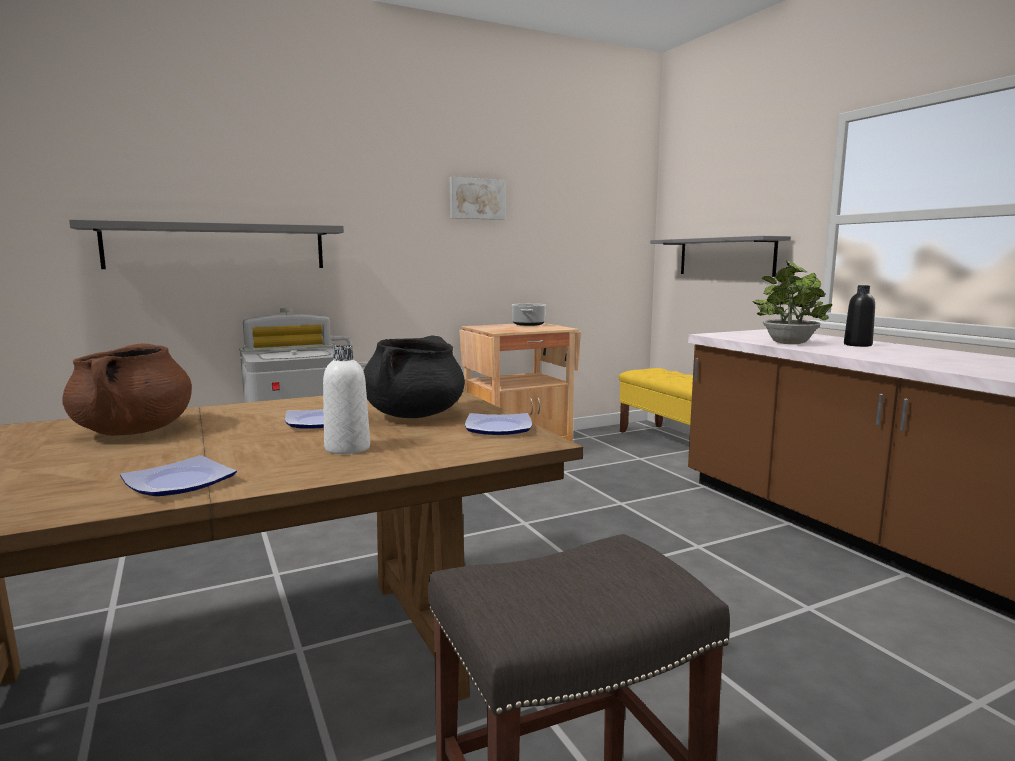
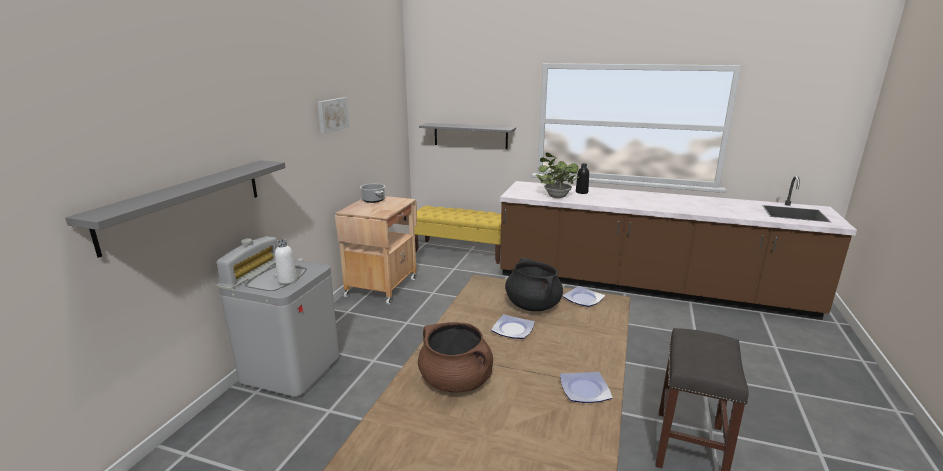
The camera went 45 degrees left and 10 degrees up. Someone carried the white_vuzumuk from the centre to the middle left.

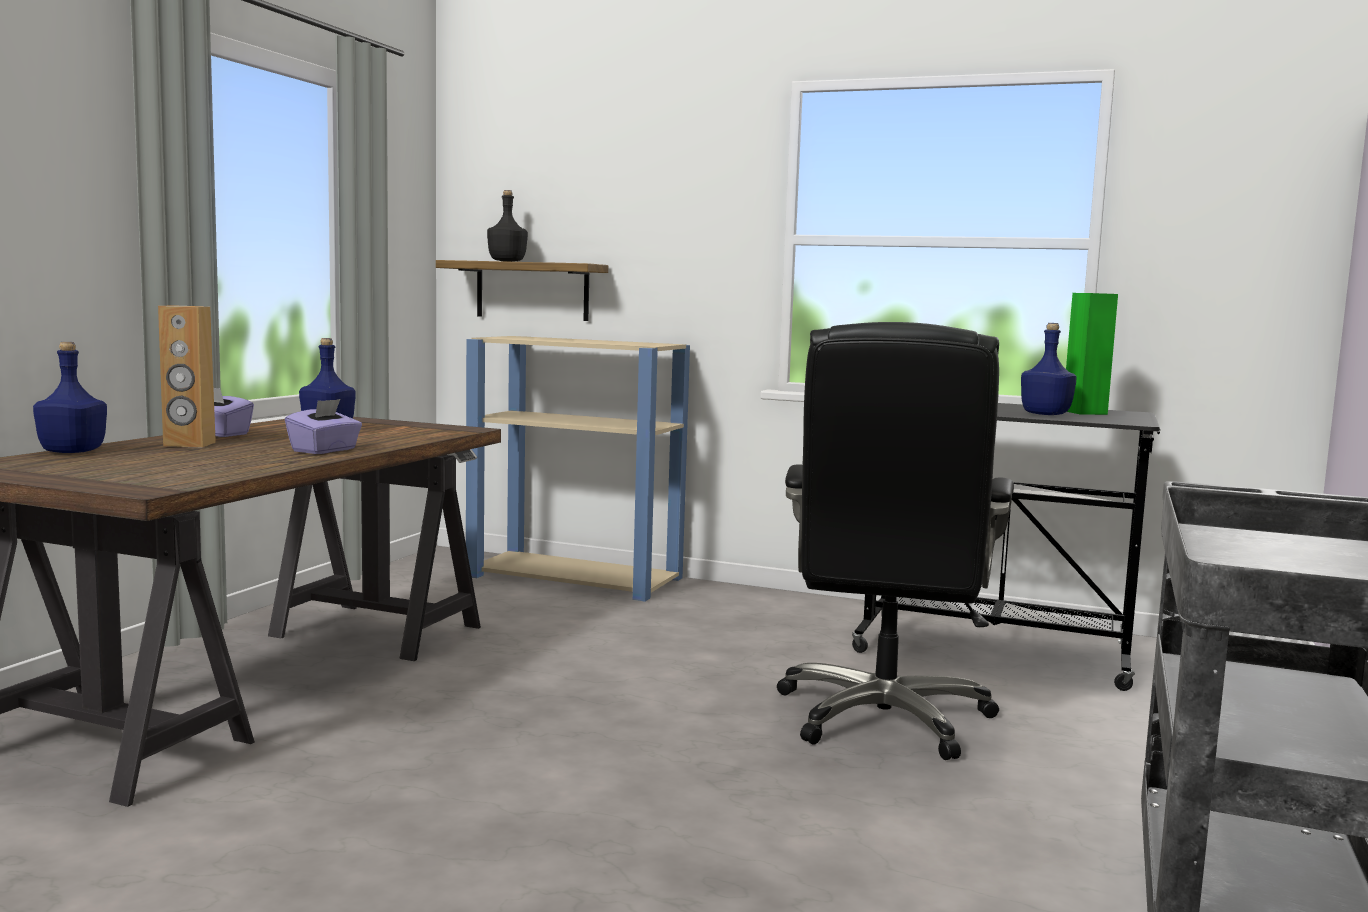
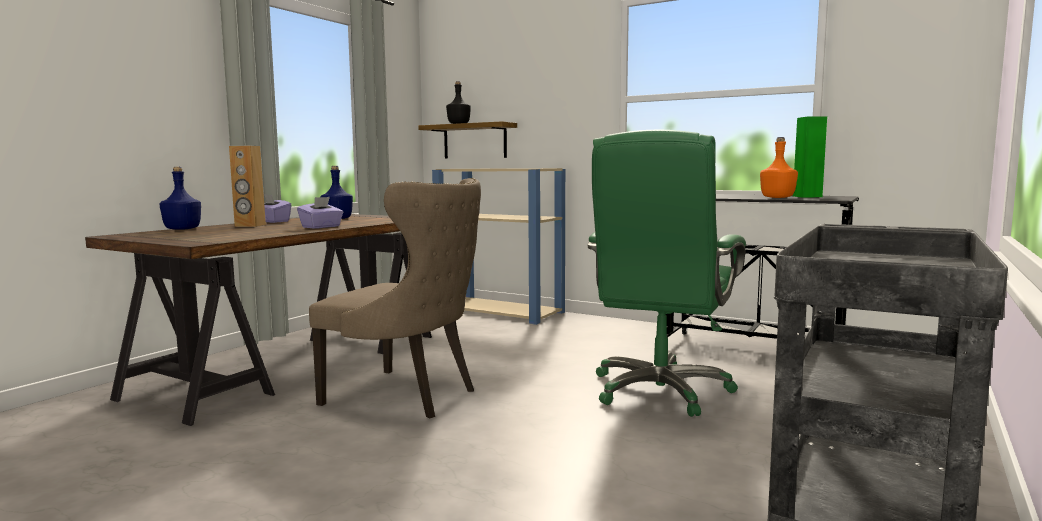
The camera went 10 degrees right and 0 degrees up. Someone repainted the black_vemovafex at the centre, which became the green_vemovafex at the centre. Someone repainted the blue_vuzumuk (3rd from left) at the middle right, which became the orange_vuzumuk at the top right. Someone put down the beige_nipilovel at the centre.

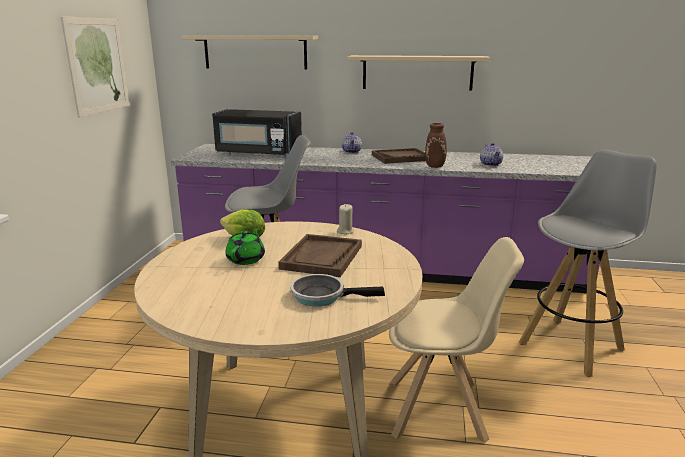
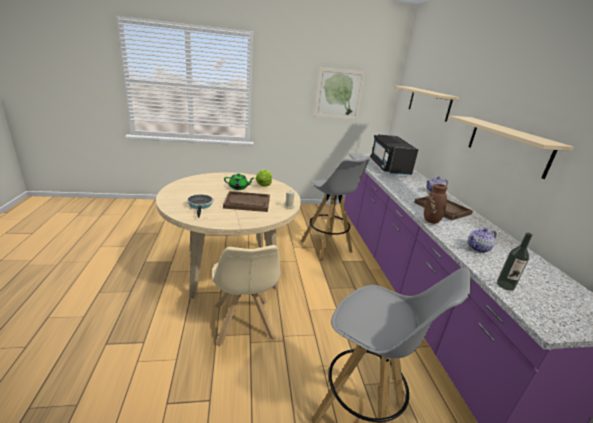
The camera went 70 degrees right and 5 degrees up. Someone put down the vuzumuk at the middle right.

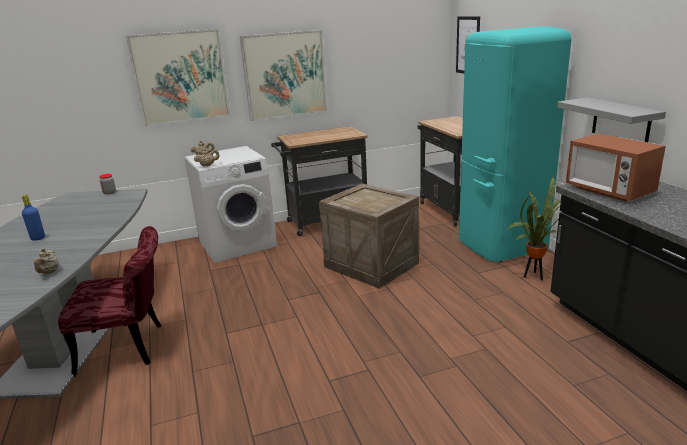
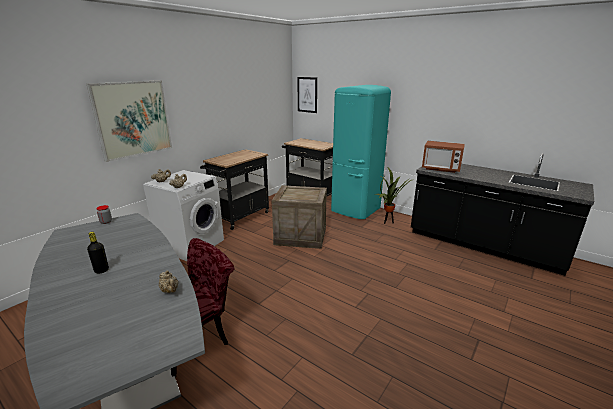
The camera went 35 degrees left and 0 degrees up. Someone took away the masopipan (2nd from left) at the top centre. Someone took away the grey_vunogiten at the top right. Someone repainted the blue_vuzumuk at the middle left, which became the black_vuzumuk at the middle left.

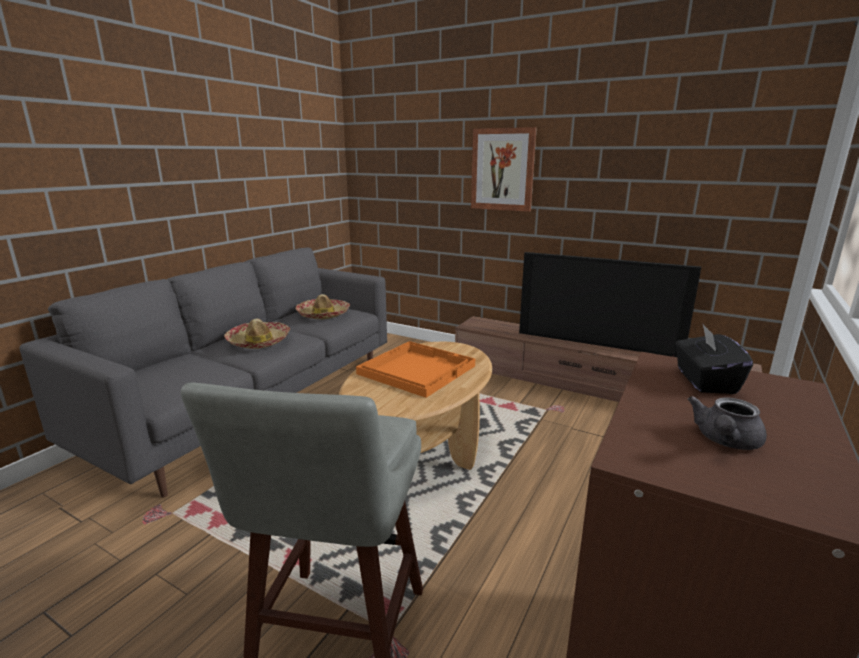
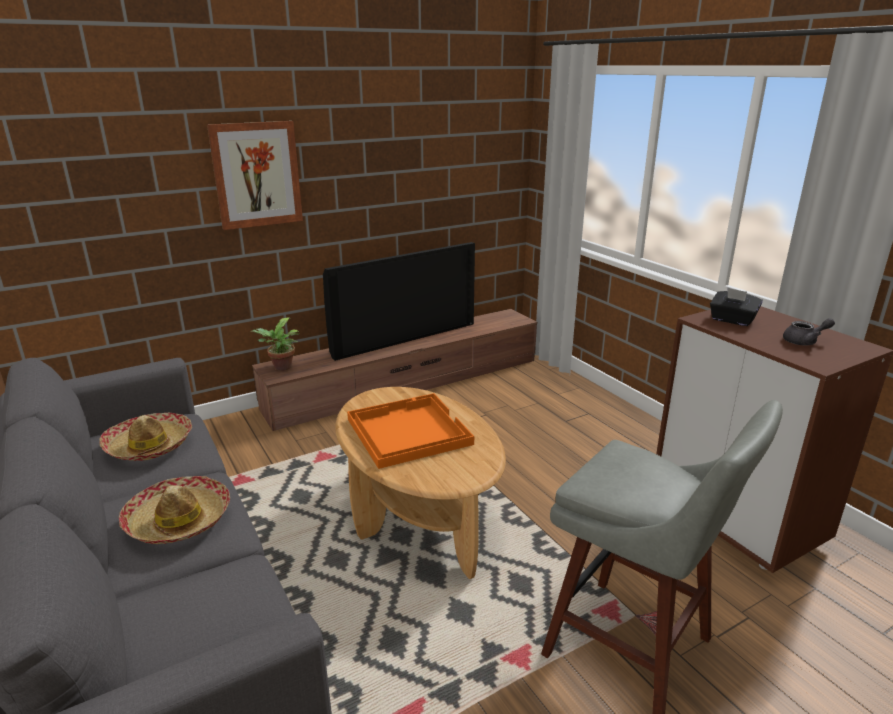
The camera went 60 degrees left and 5 degrees up. Someone rotated the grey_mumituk at the middle right by 75 degrees counterclockwise. Someone put down the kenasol at the middle left.

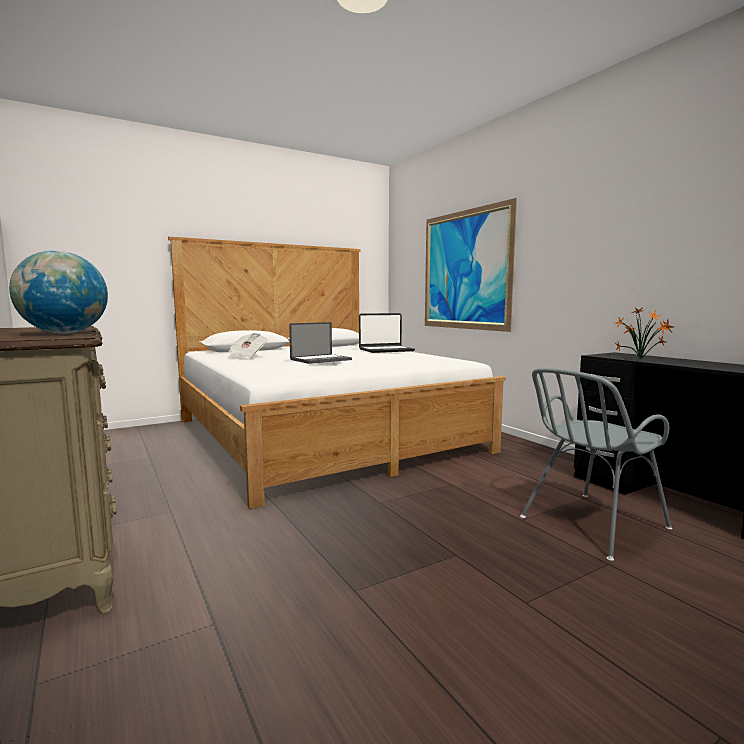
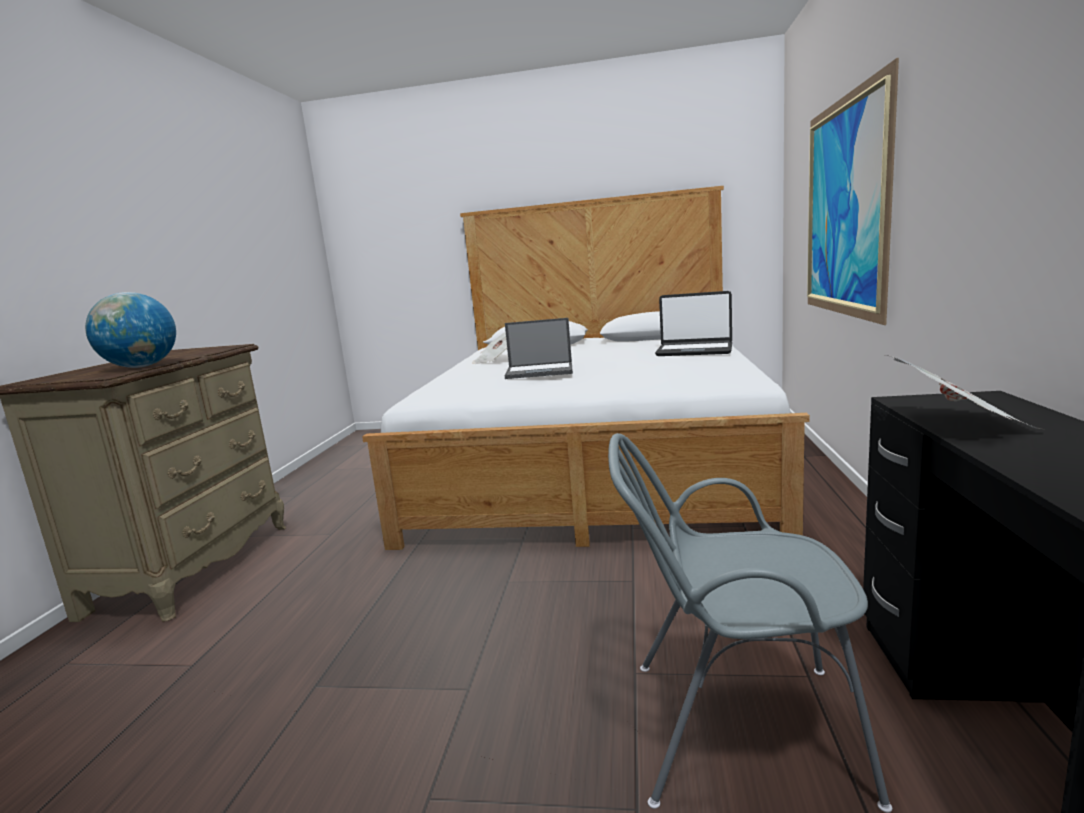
The camera went 40 degrees right and 5 degrees up. Someone swapped the kenasol at the middle right for the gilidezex (2nd from left) at the middle right.

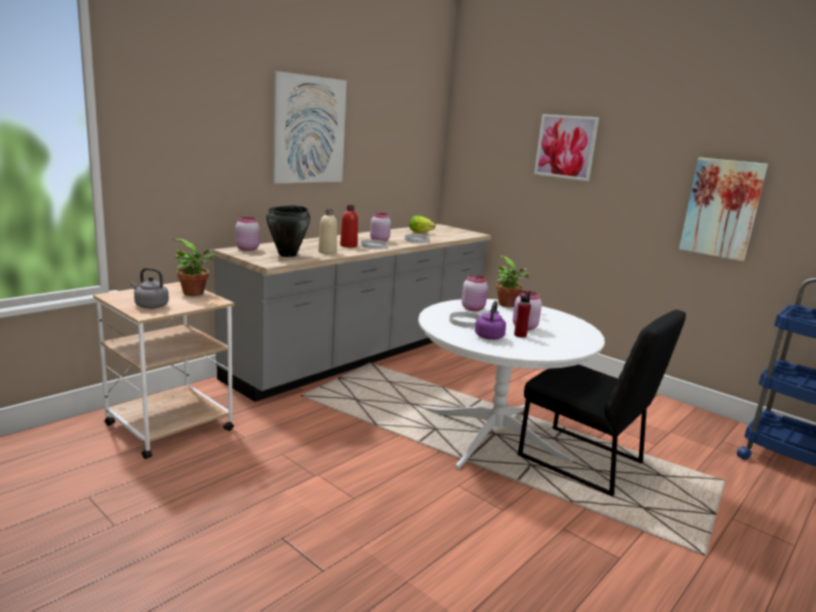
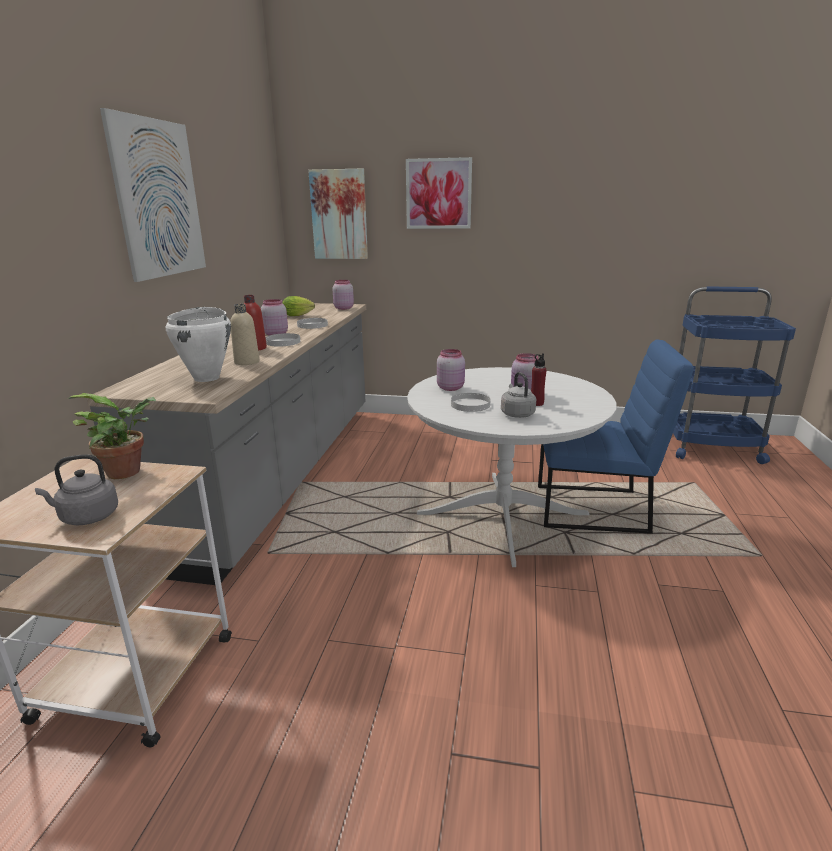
The camera went 30 degrees left and 5 degrees up. Someone carried the masopipan (3rd from left in the first image) from the middle right to the top centre. Someone repainted the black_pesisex at the centre, which became the white_pesisex at the middle left. Someone carried the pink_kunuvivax (1st from left in the first image) from the middle left to the centre. Someone took away the kenasol (2nd from left) at the centre. Someone repainted the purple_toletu at the centre, which became the grey_toletu (2nd from left) at the centre. Someone repainted the black_nipilovel at the middle right, which became the blue_nipilovel at the middle right.

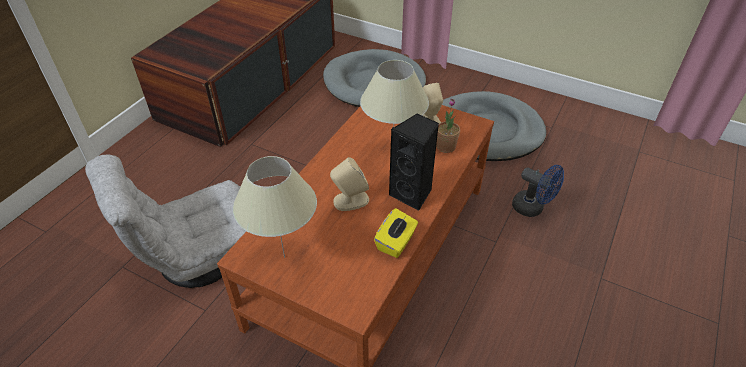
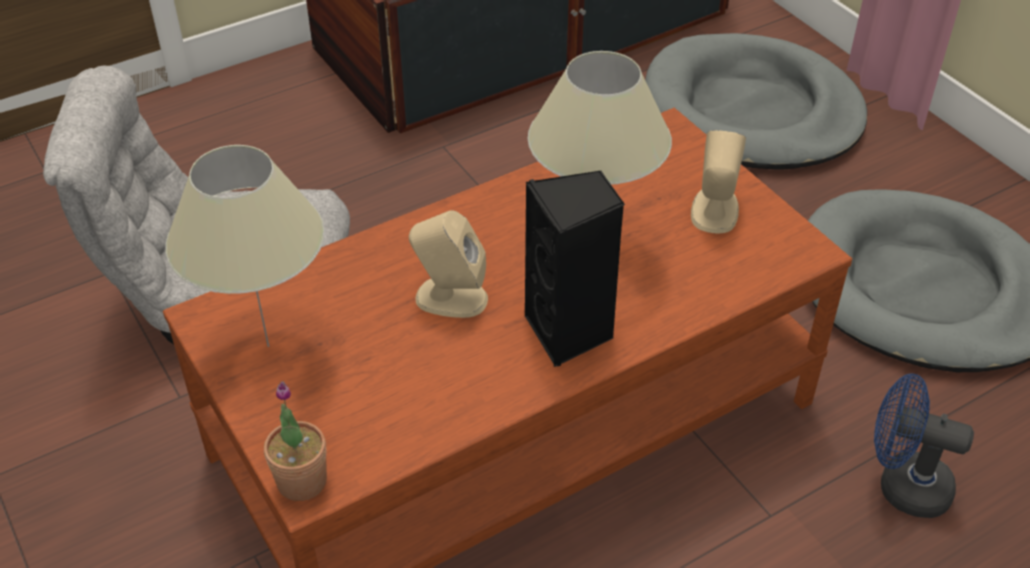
The camera went 30 degrees right and 0 degrees up. Someone carried the kenasol from the centre to the bottom left. Someone rotated the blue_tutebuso at the middle right by 135 degrees clockwise. Someone took away the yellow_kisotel at the centre.

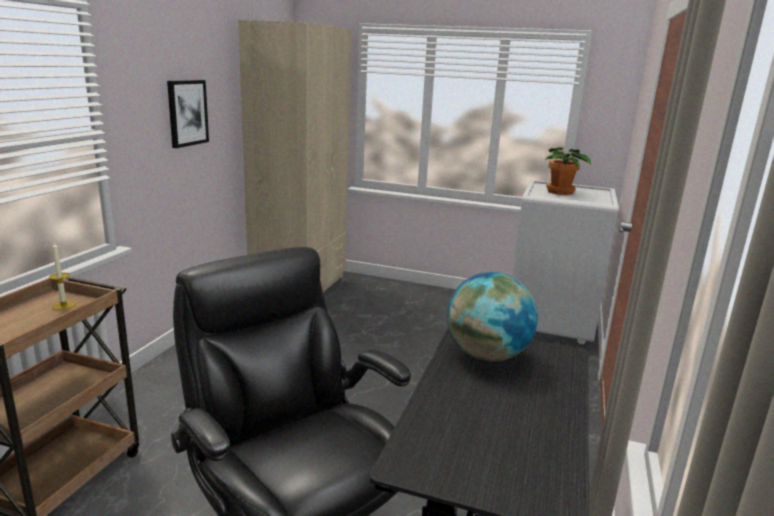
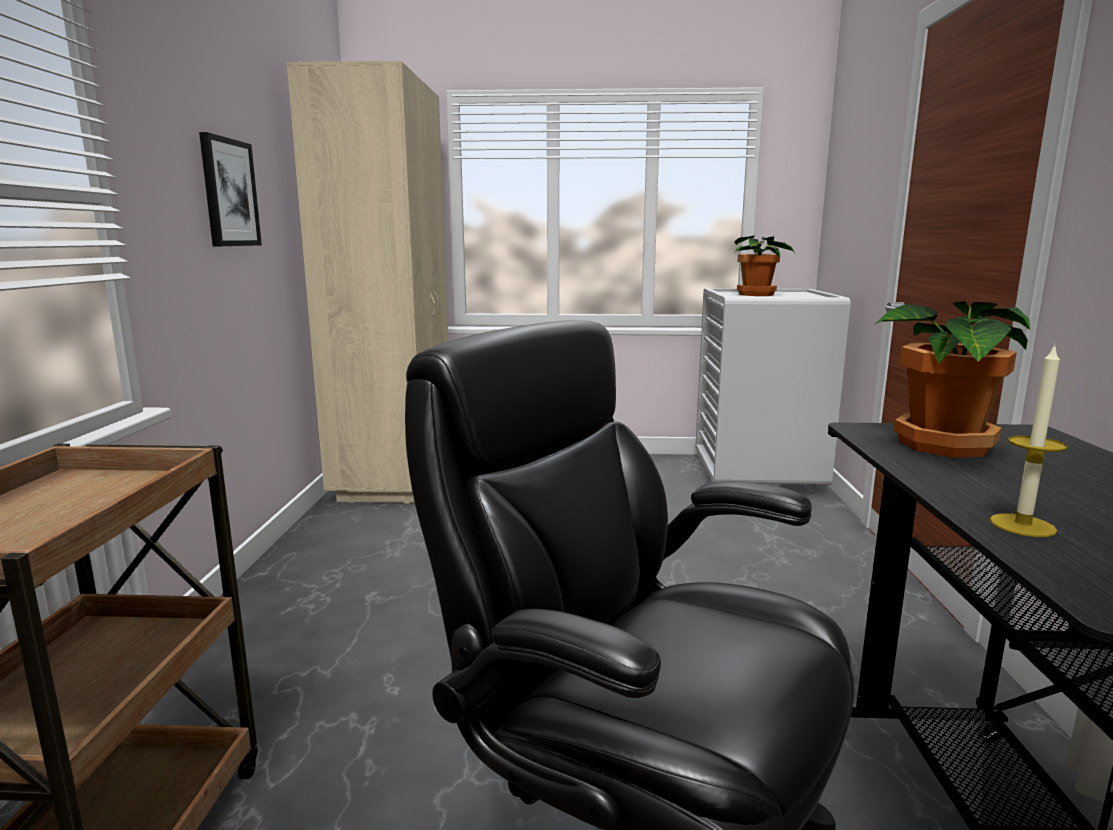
The camera went 15 degrees left and 5 degrees down. Someone carried the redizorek from the middle left to the middle right. Someone swapped the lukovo at the centre for the kenasol (2nd from left) at the middle right.

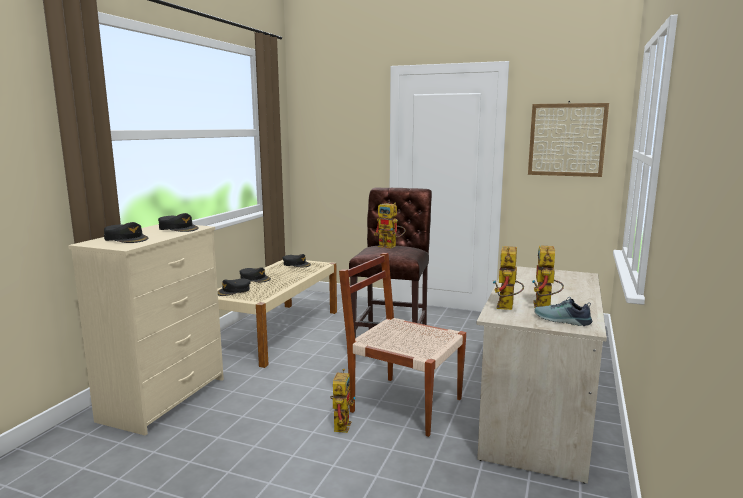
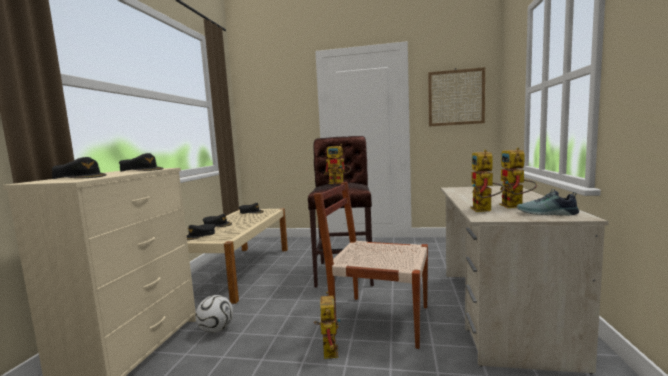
The camera went 10 degrees left and 5 degrees down. Someone put down the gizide at the bottom left.

